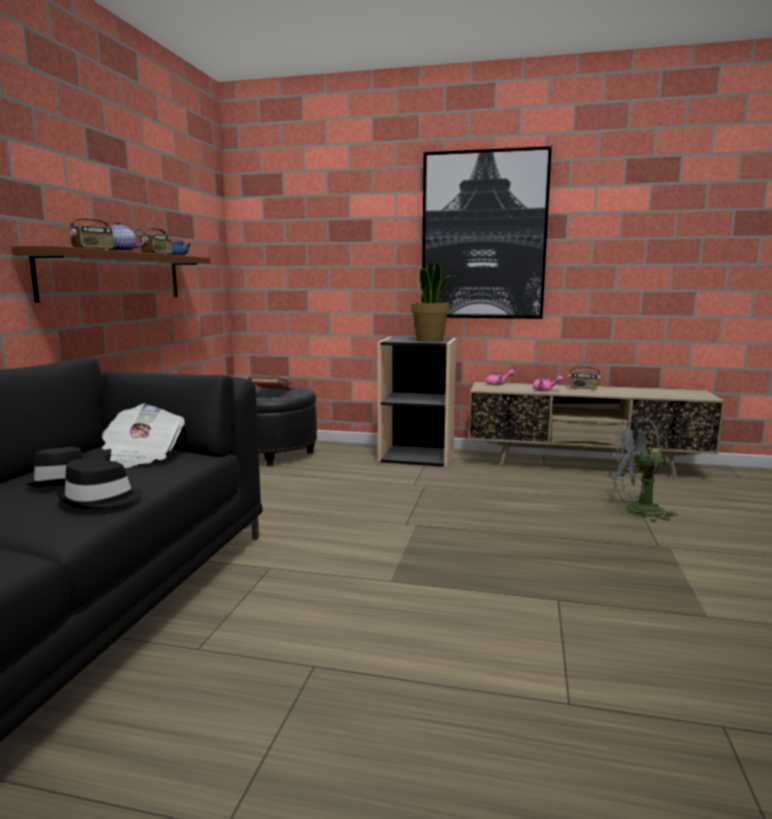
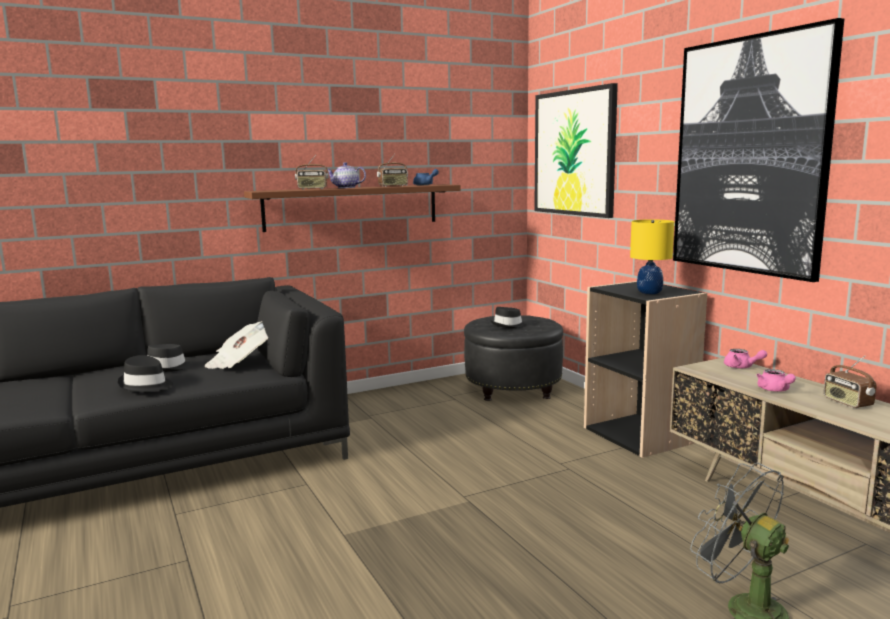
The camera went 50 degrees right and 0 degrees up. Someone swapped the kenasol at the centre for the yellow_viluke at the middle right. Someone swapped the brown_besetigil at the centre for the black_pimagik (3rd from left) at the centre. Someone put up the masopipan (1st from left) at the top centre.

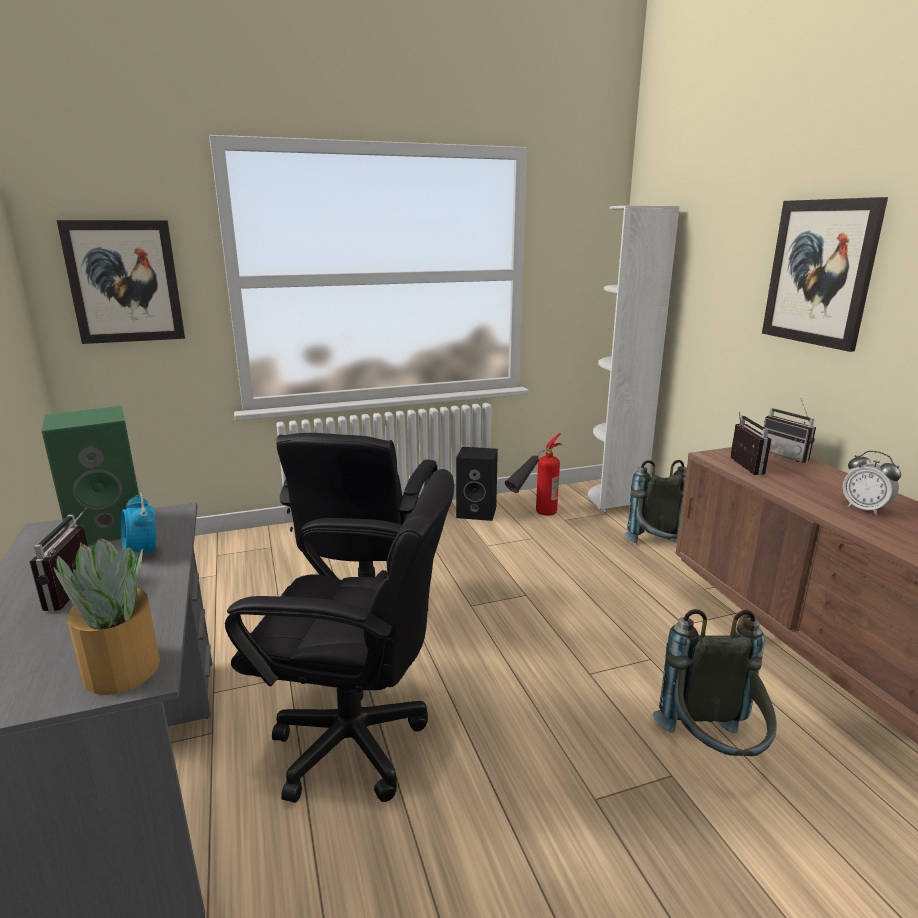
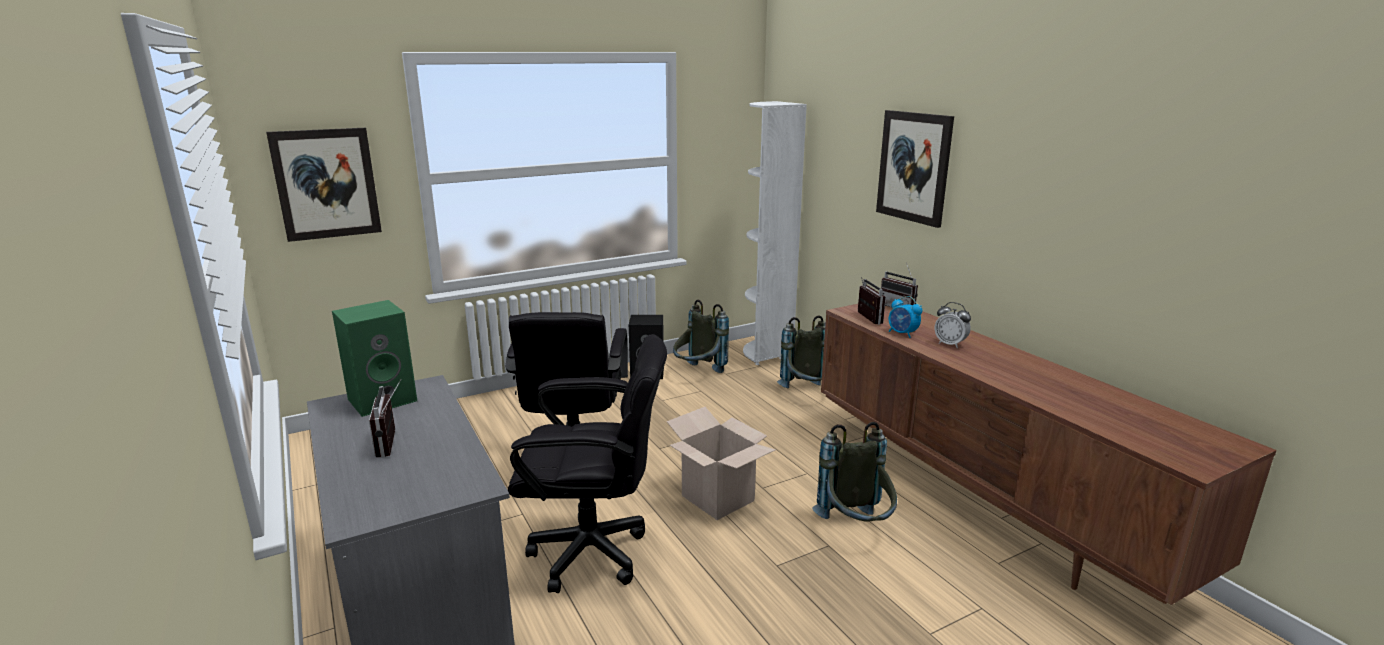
The camera went 10 degrees left and 0 degrees up. Someone swapped the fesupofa at the centre for the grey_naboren (1st from left) at the centre. Someone carried the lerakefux (1st from left) from the middle left to the centre. Someone took away the kenasol at the bottom left. Someone put down the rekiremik at the bottom centre.

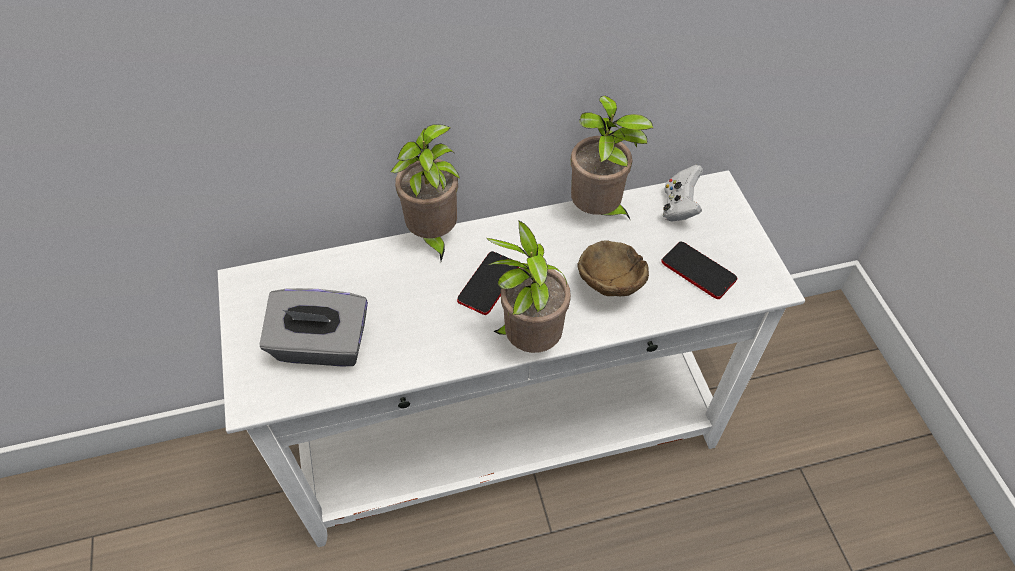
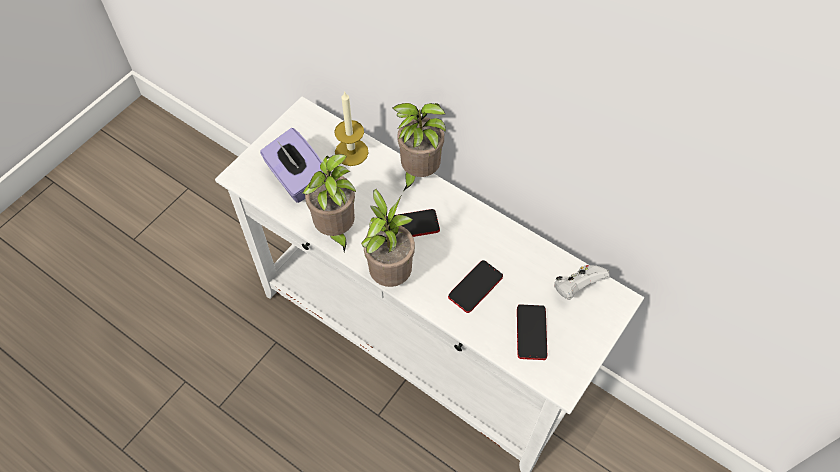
The camera went 50 degrees right and 5 degrees up. Someone carried the kenasol (3rd from left in the first image) from the top centre to the centre. Someone swapped the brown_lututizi at the centre for the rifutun (2nd from left) at the centre. Someone repainted the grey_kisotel at the middle left, which became the purple_kisotel at the centre. Someone put down the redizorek at the top centre.

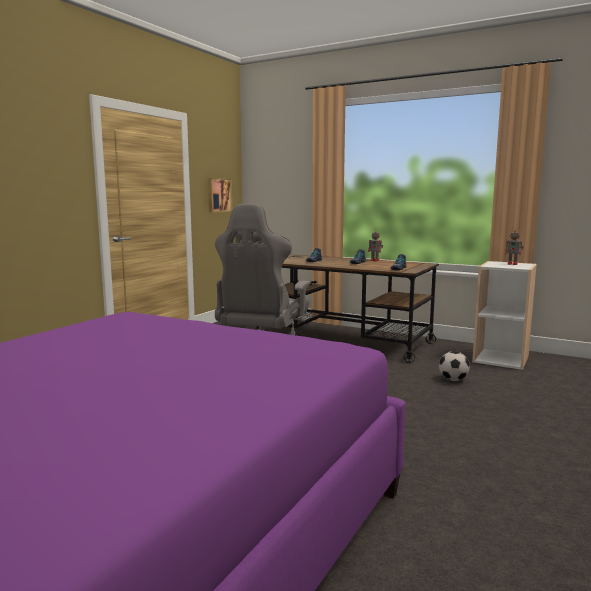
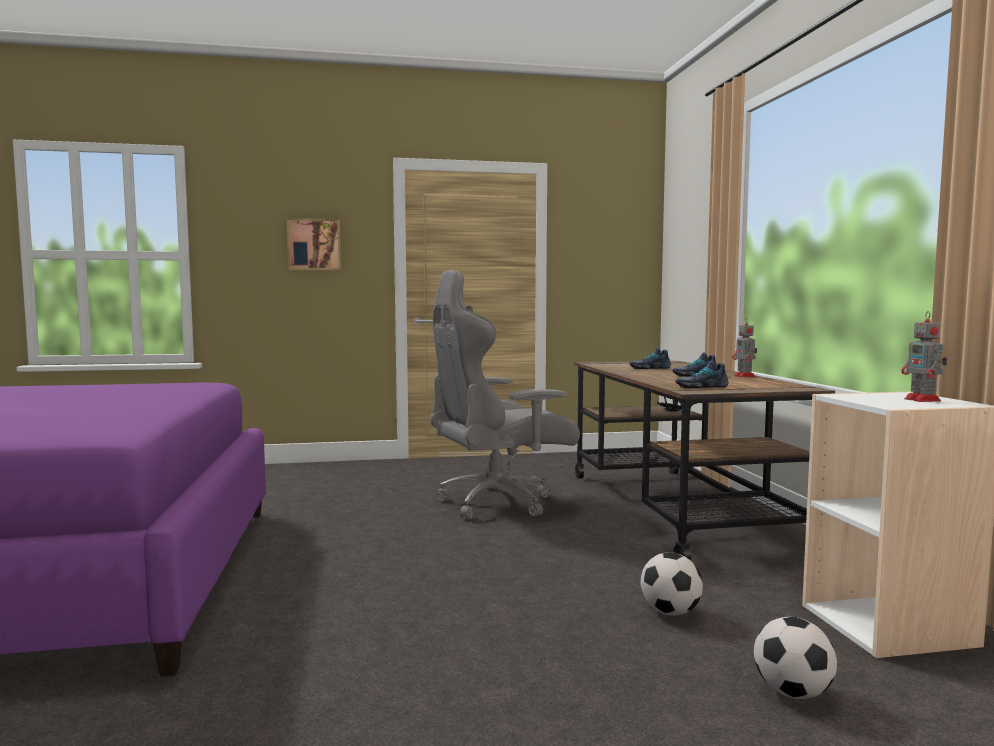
The camera went 50 degrees right and 5 degrees down. Someone carried the masopipan from the top centre to the top left. Someone put down the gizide (2nd from left) at the bottom right.

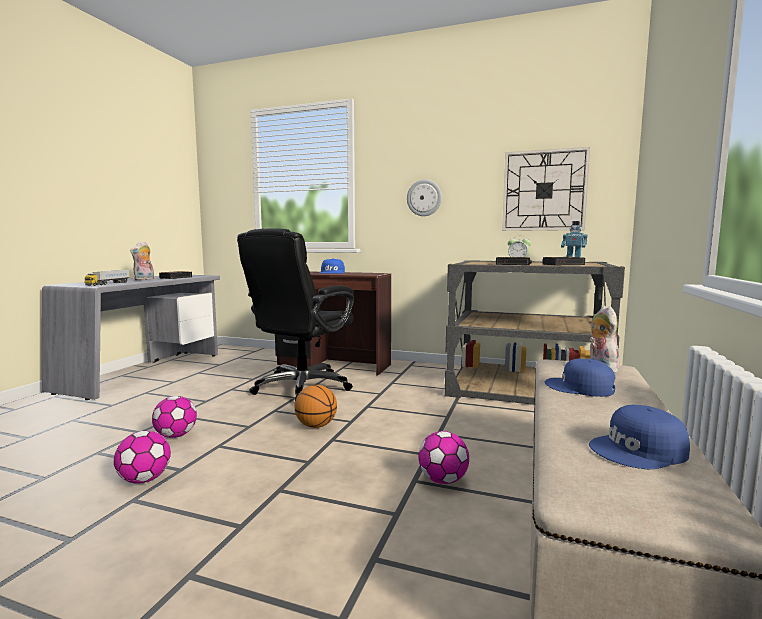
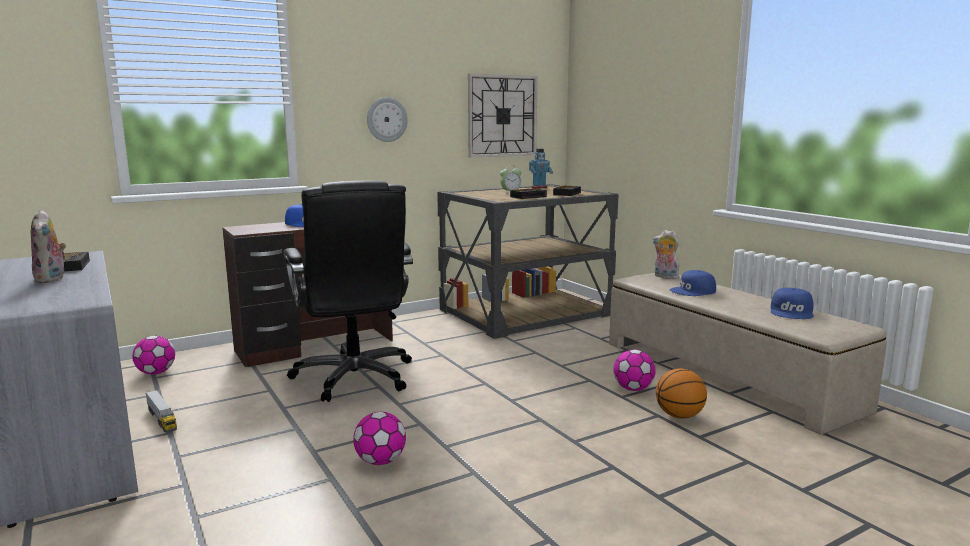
The camera went 50 degrees left and 5 degrees up. Someone carried the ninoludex from the middle left to the bottom left. Someone carried the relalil from the centre to the bottom right. Someone carried the gizide (1st from left) from the bottom left to the middle left.

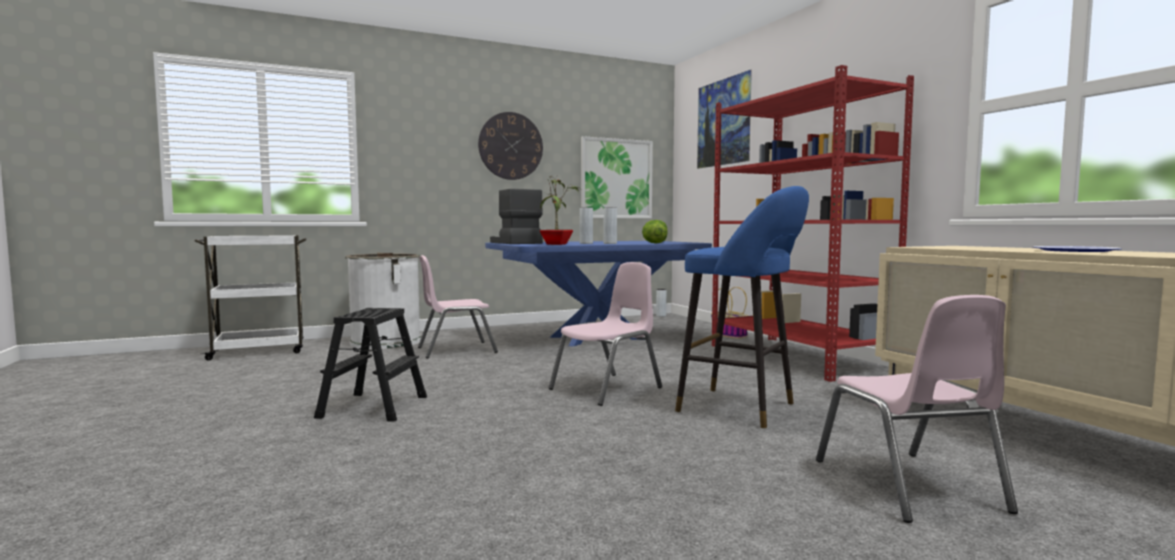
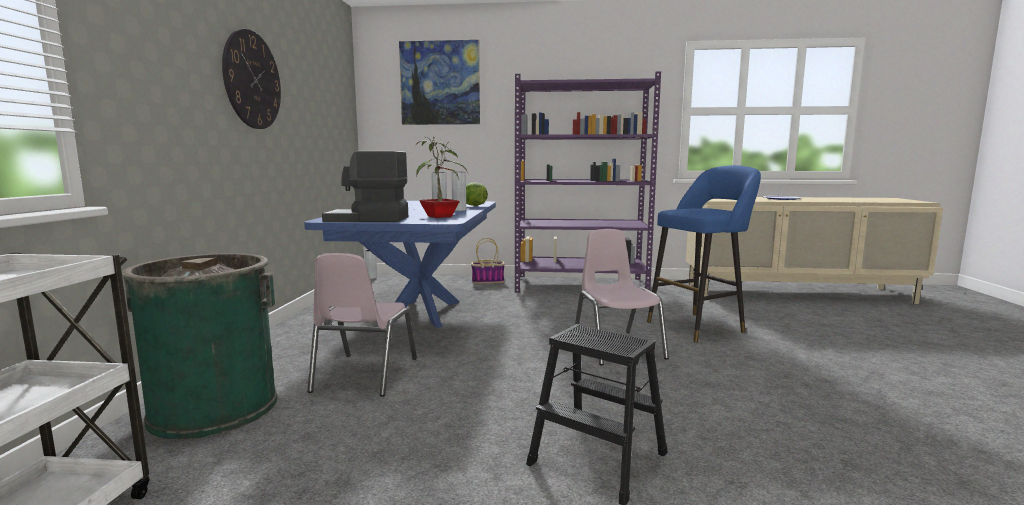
The camera went 60 degrees left and 5 degrees up. Someone repainted the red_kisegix at the middle right, which became the purple_kisegix at the centre. Someone took away the masopipan (1st from left) at the top centre. Someone repainted the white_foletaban at the middle left, which became the green_foletaban at the bottom left. Someone took away the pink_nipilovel (3rd from left) at the bottom right.

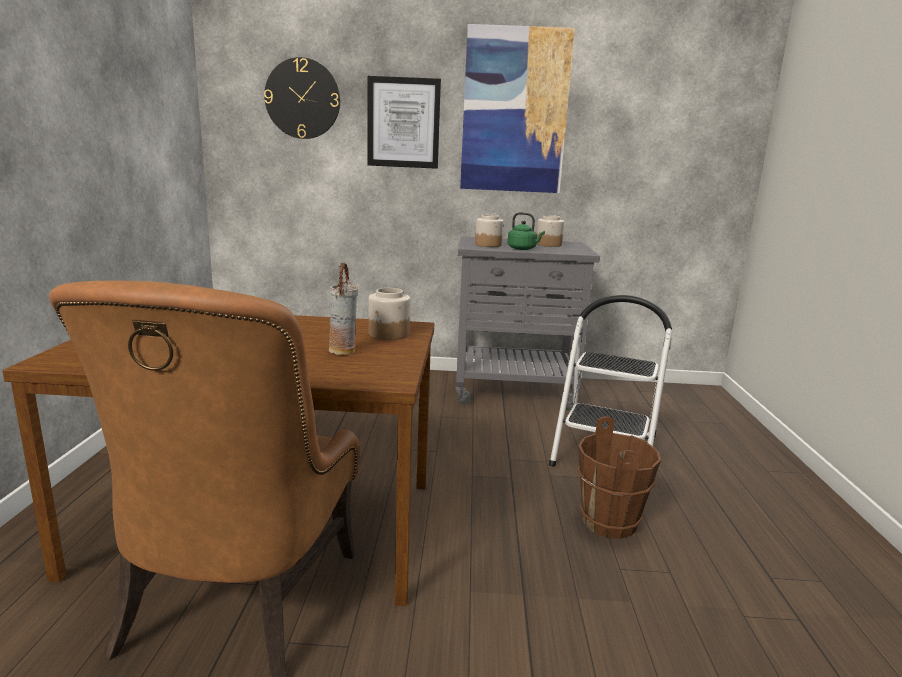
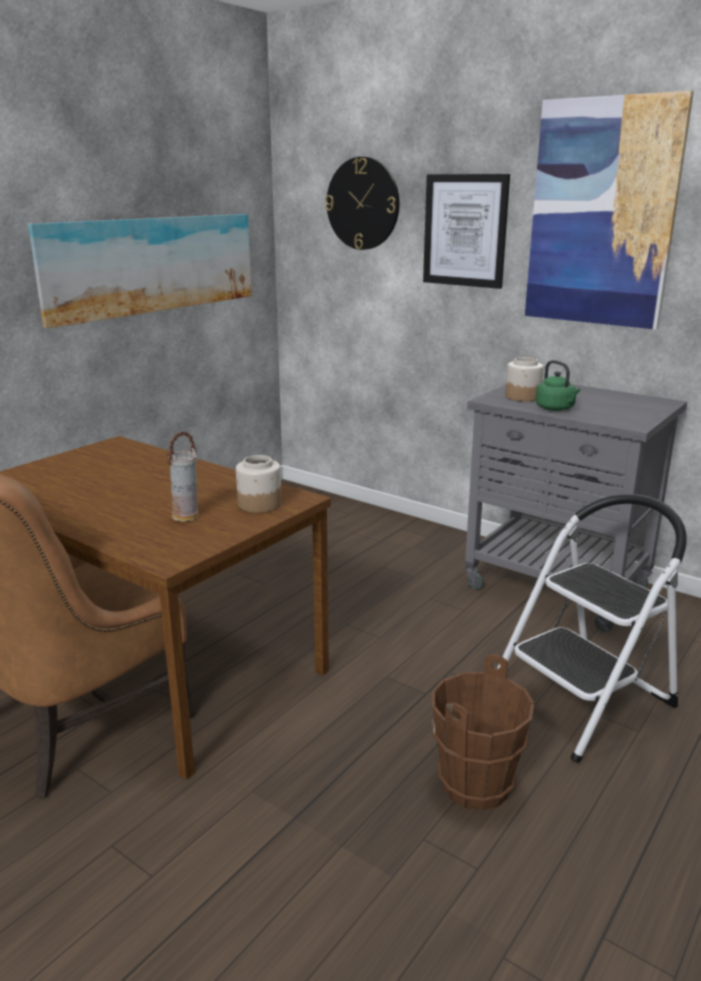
The camera went 35 degrees right and 5 degrees up. Someone took away the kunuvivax (3rd from left) at the centre. Someone put up the masopipan (1st from left) at the top left.

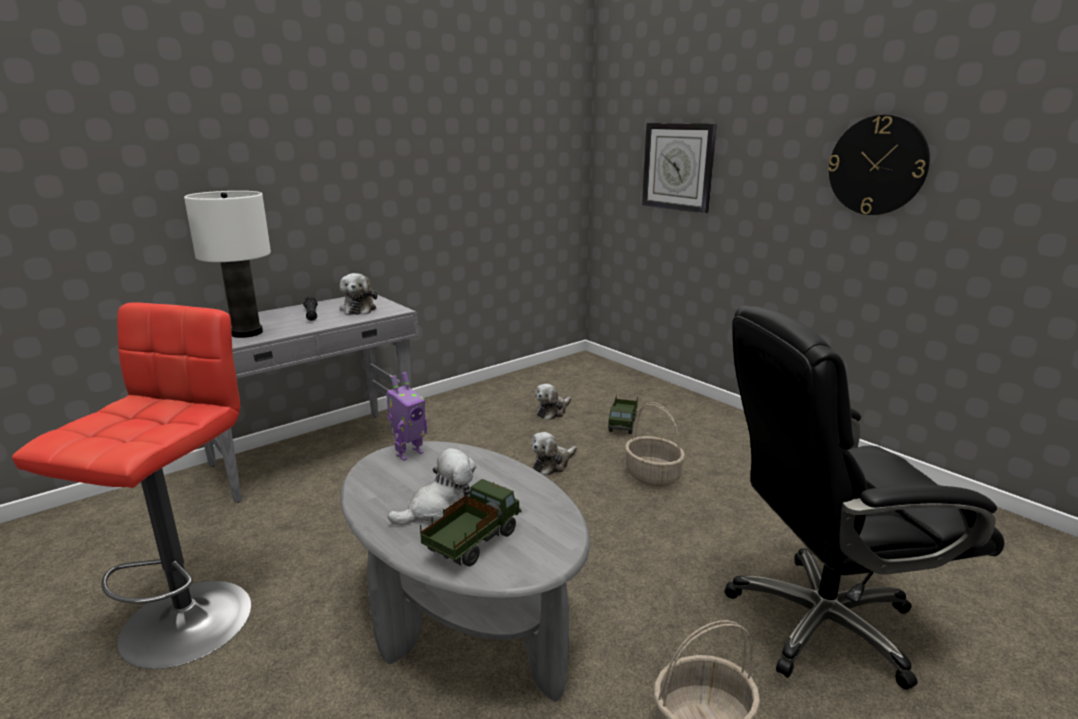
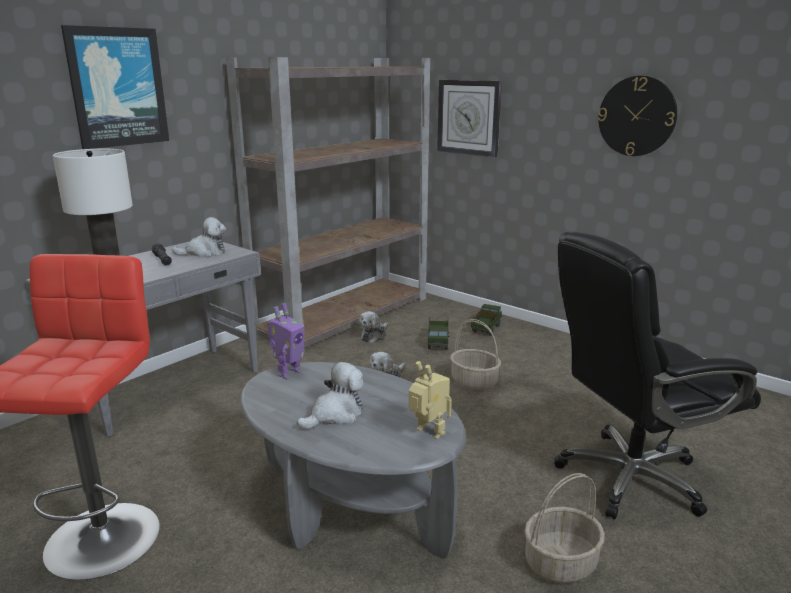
The camera went 10 degrees left and 0 degrees up. Someone rotated the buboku (1st from left) at the middle left by 90 degrees counterclockwise. Someone carried the ninoludex (1st from left in the first image) from the bottom centre to the centre. Someone put up the masopipan at the top left. Someone put down the brown_kisegix at the centre. Someone put down the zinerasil (2nd from left) at the bottom centre.

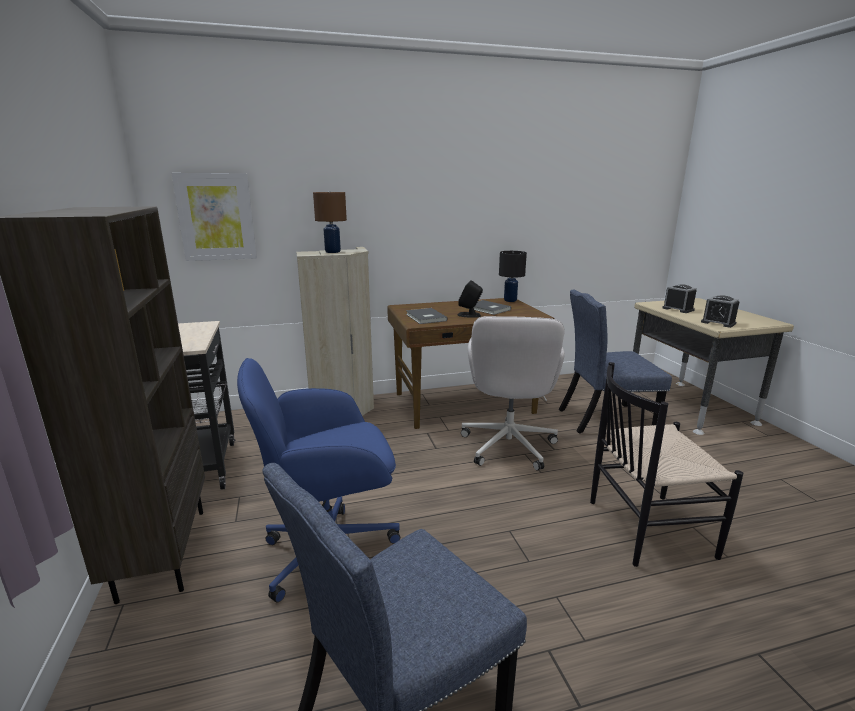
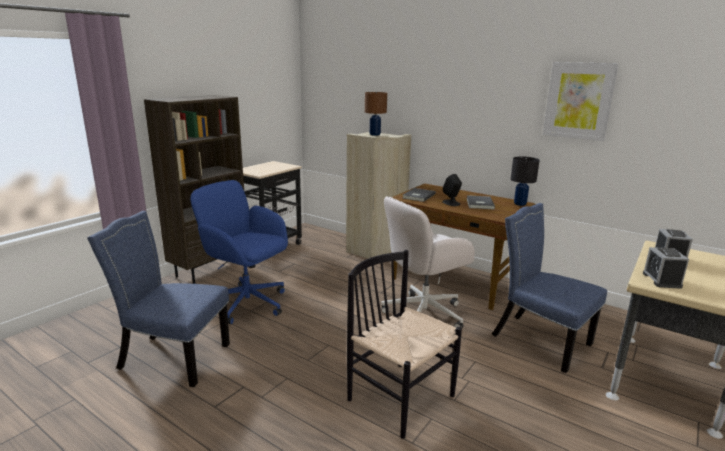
The camera went 50 degrees right and 0 degrees up. Someone carried the masopipan from the top left to the top right.

